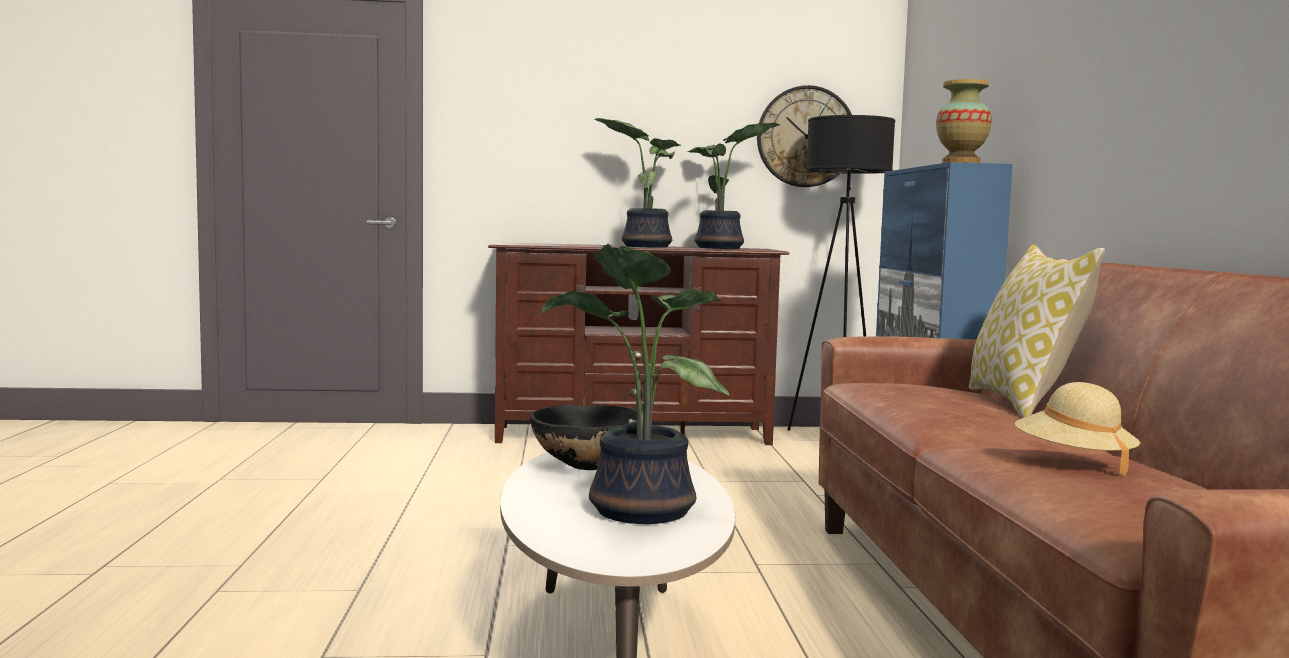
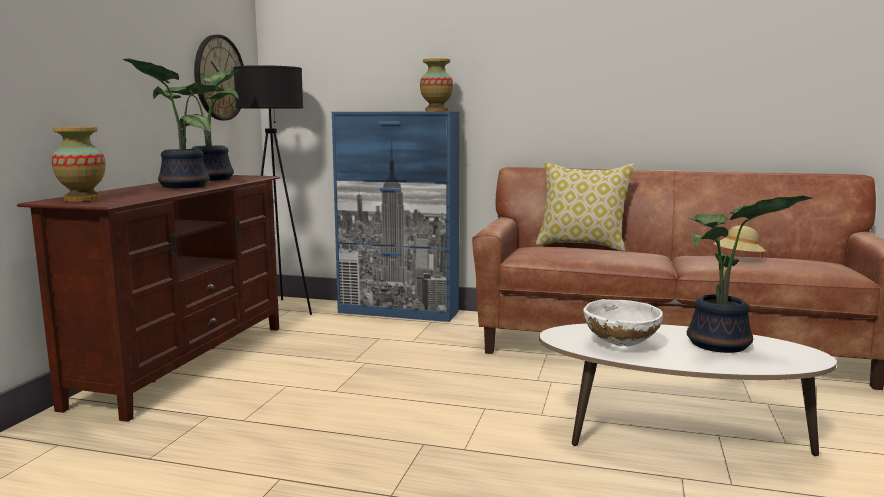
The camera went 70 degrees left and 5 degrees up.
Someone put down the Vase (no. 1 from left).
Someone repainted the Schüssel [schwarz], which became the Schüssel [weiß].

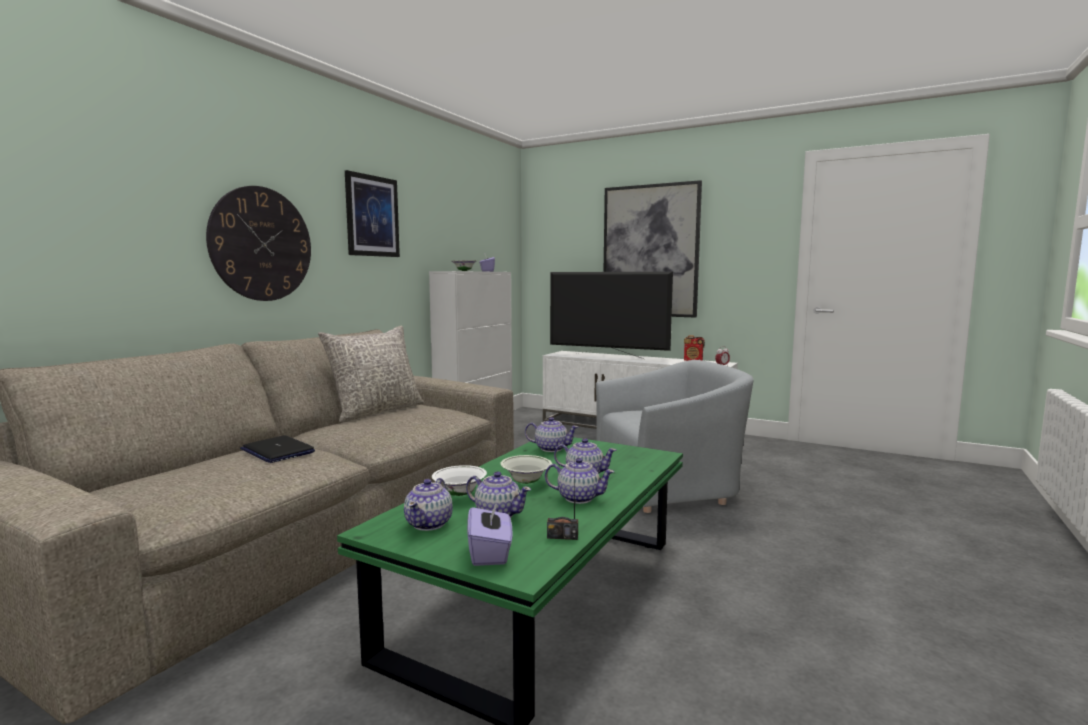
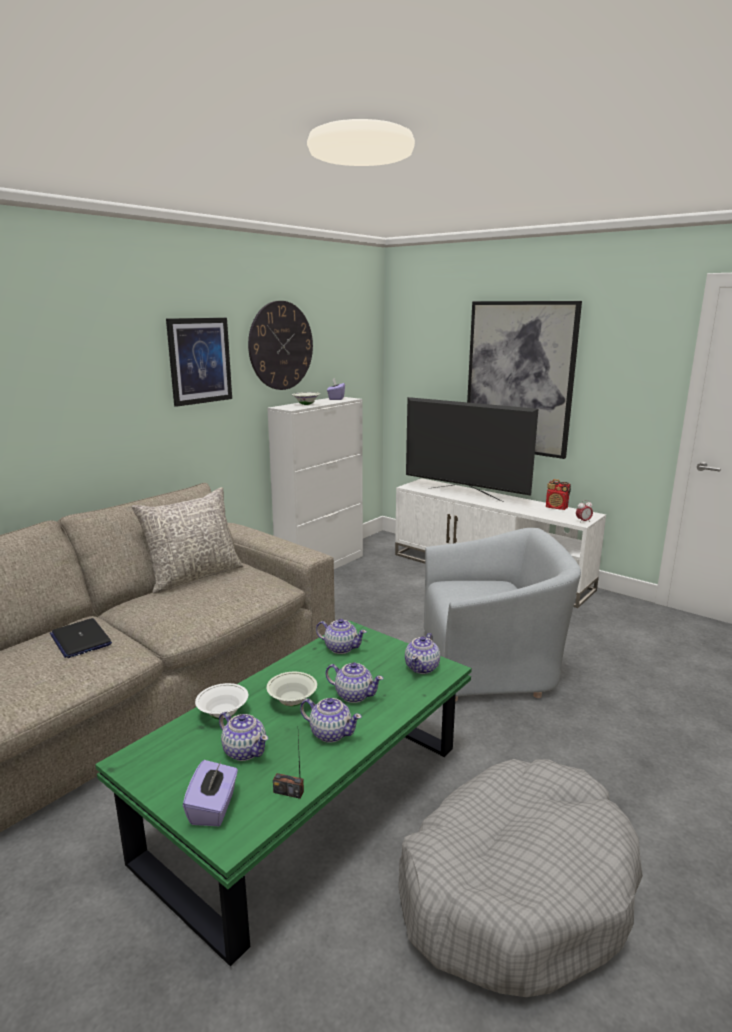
The camera went 10 degrees right and 10 degrees up.
Someone carried the Wanduhr.
Someone put down the Hundebett [grau].
Someone carried the Teekanne (no. 1 from left in the first image).

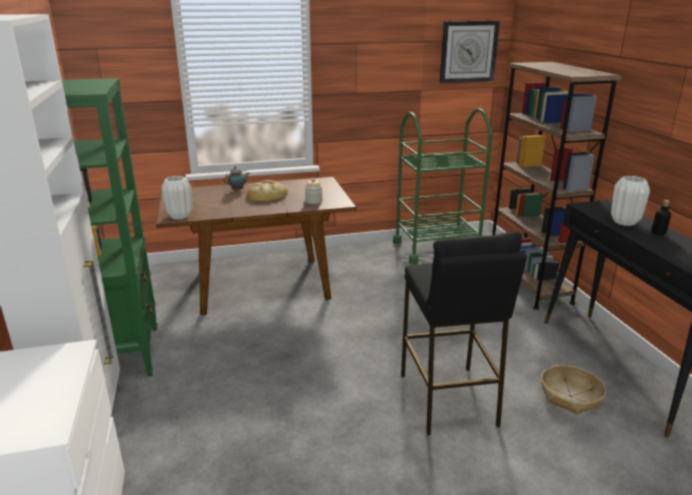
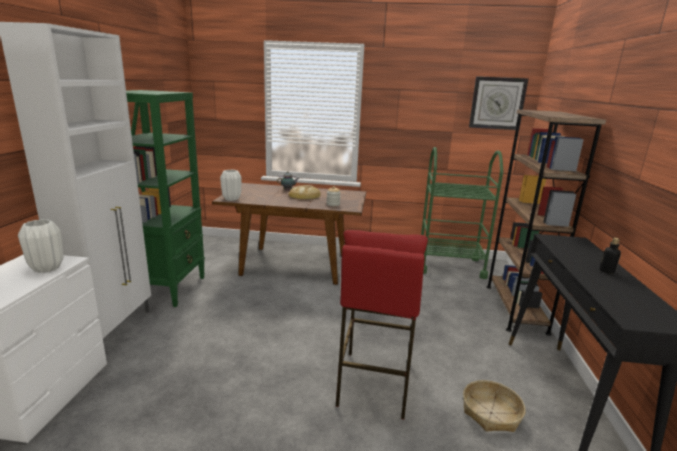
The camera went 20 degrees right and 5 degrees down.
Someone carried the Vase [weiß] (no. 2 from left in the first image).
Someone repainted the Hocker [schwarz], which became the Hocker [rot].

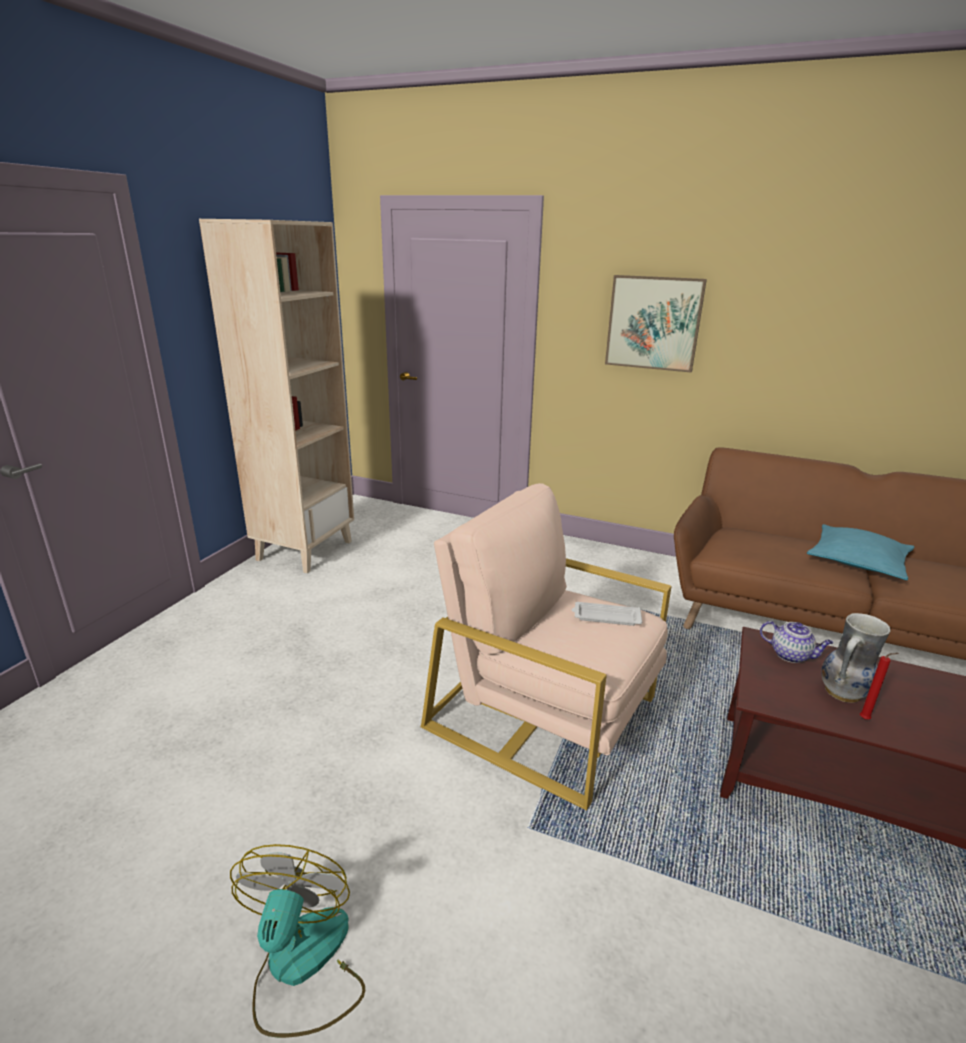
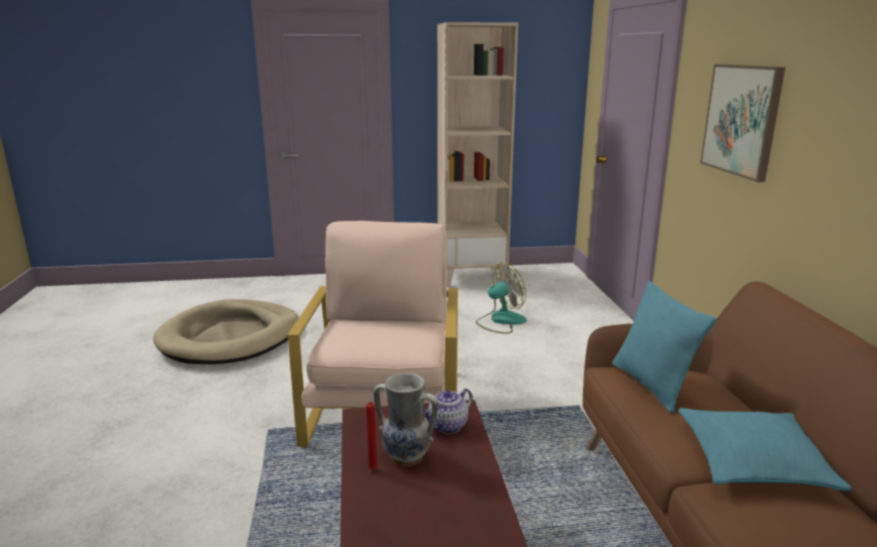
The camera went 60 degrees right and 5 degrees down.
Someone put down the Hundebett [beige].
Someone rotated the Teekanne by 45 degrees clockwise.
Someone carried the Ventilator.
Someone put down the Kissen [türkis] (no. 1 from left).
Someone took away the Tablett [weiß].

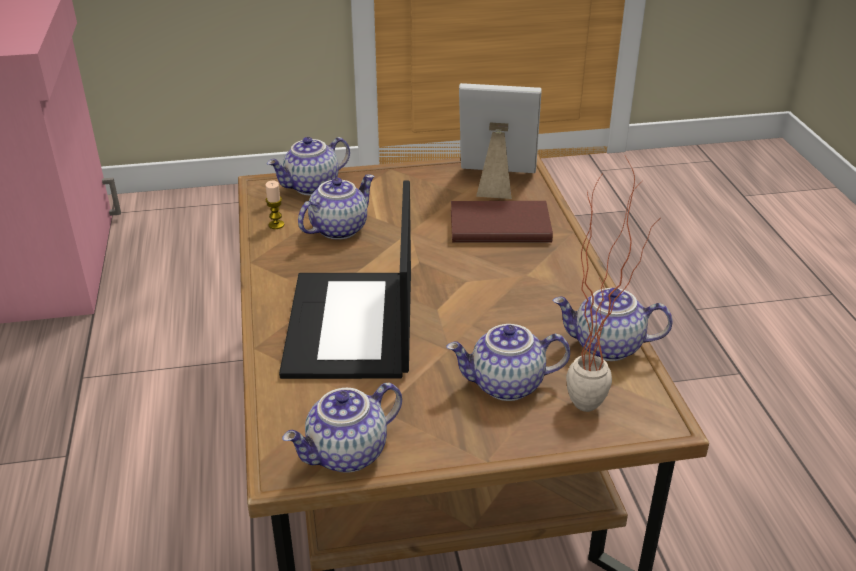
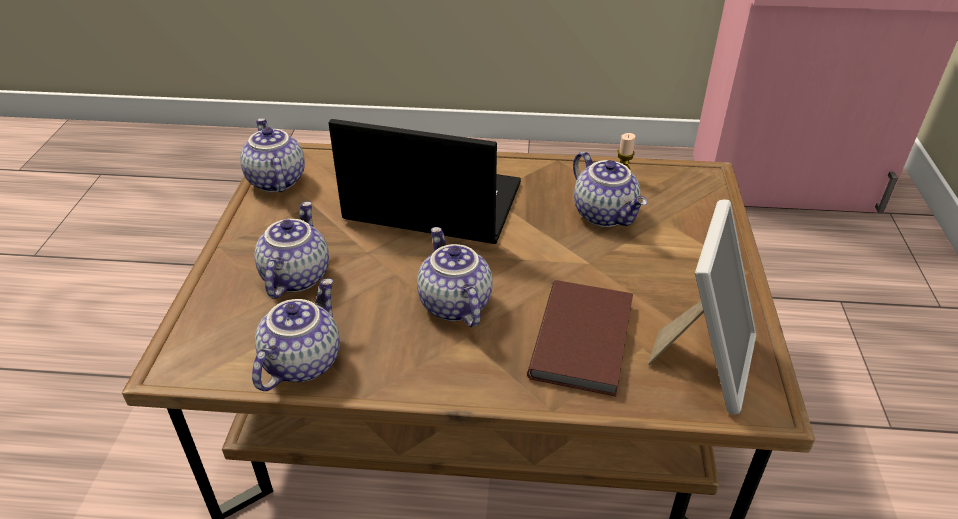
The camera went 105 degrees right and 5 degrees up.
Someone carried the Teekanne (no. 1 from left in the first image).
Someone took away the Topfpflanze.

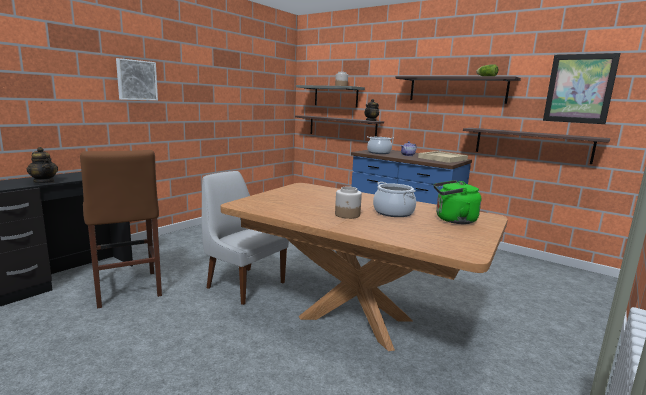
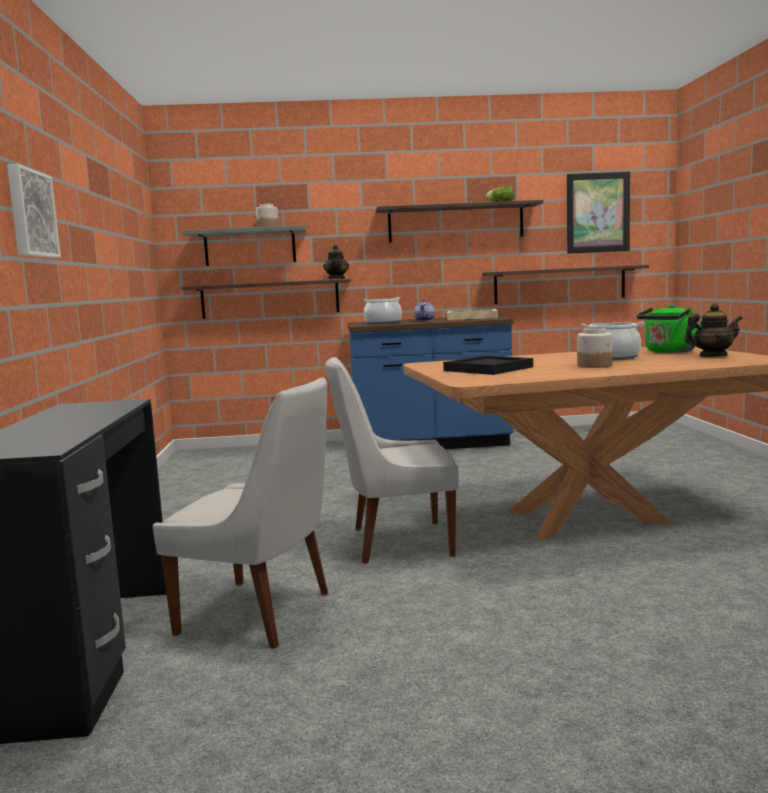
The camera went 40 degrees left and 5 degrees down.
Someone swapped the Hocker [braun] for the Stuhl [weiß] (no. 1 from left).
Someone put down the Tablett [schwarz].
Someone carried the Teekanne (no. 1 from left in the first image).

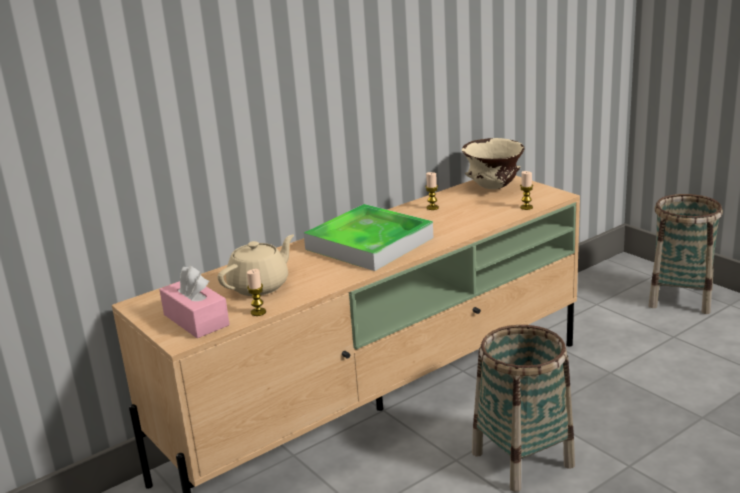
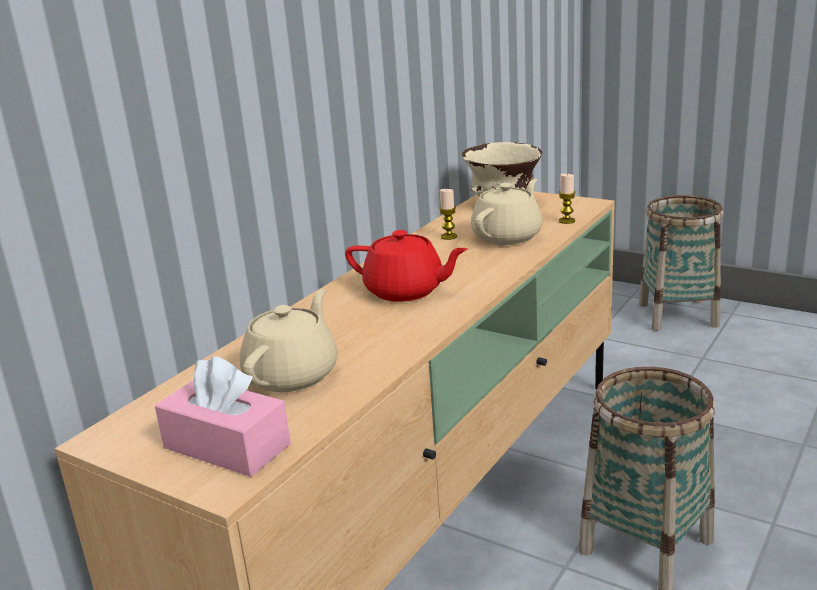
The camera went 20 degrees left and 0 degrees up.
Someone swapped the Tablett for the Teekanne [rot].
Someone put down the Teekanne [beige] (no. 2 from left).
Someone took away the Kerze (no. 1 from left).

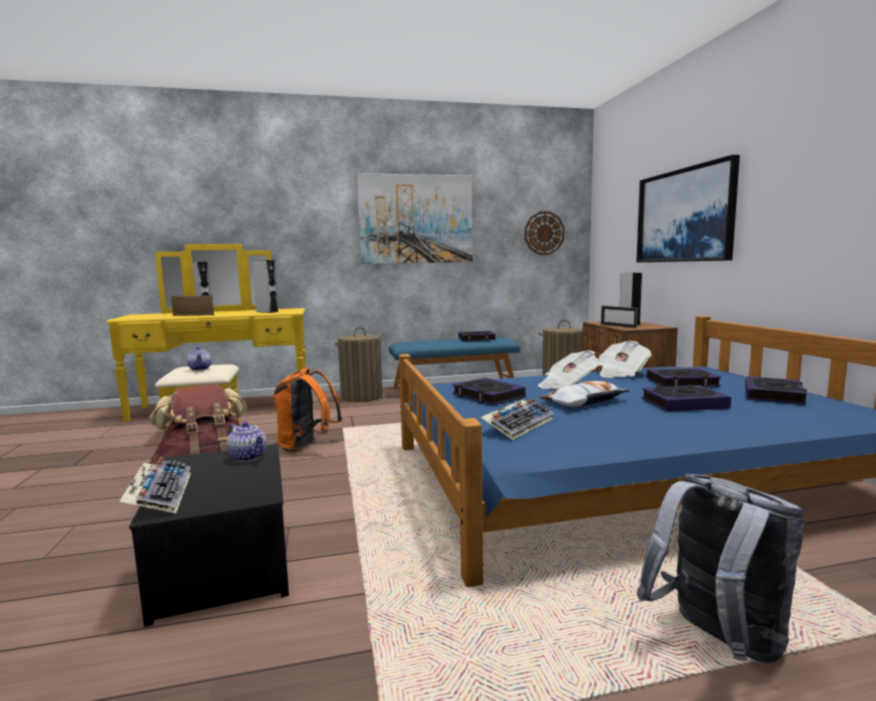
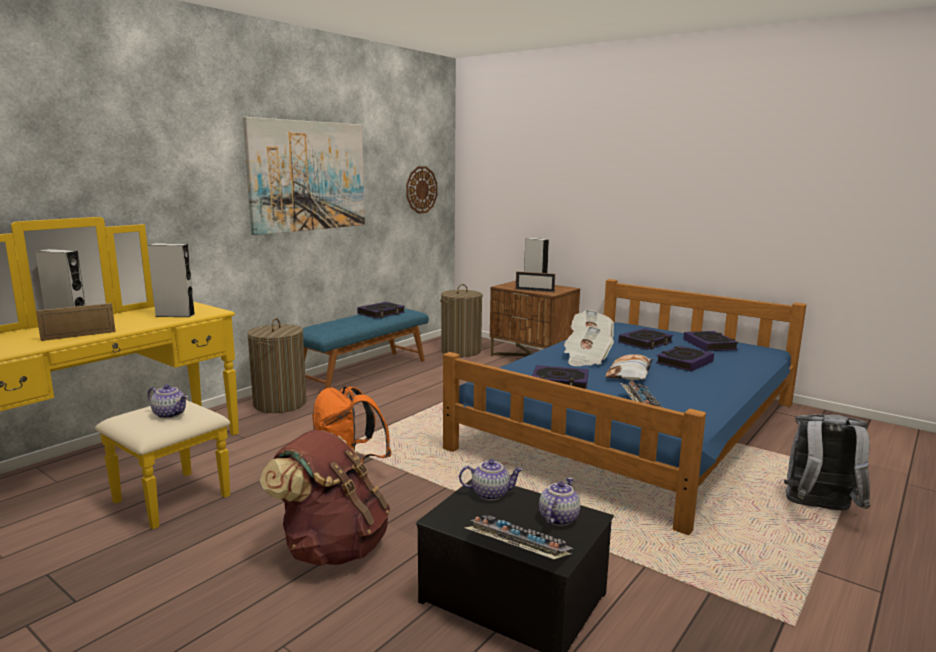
The camera went 40 degrees left and 5 degrees up.
Someone put down the Teekanne (no. 3 from left).
Someone took away the Bild (no. 2 from left).

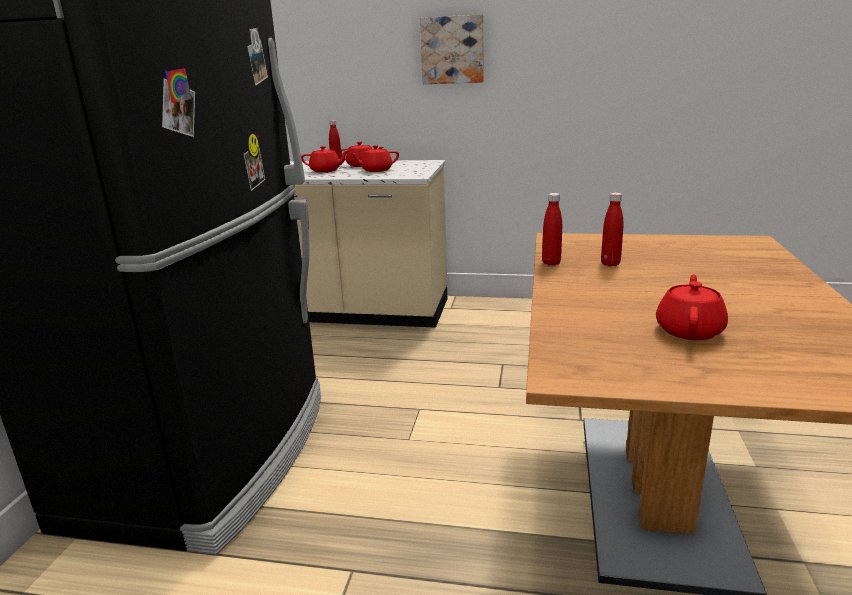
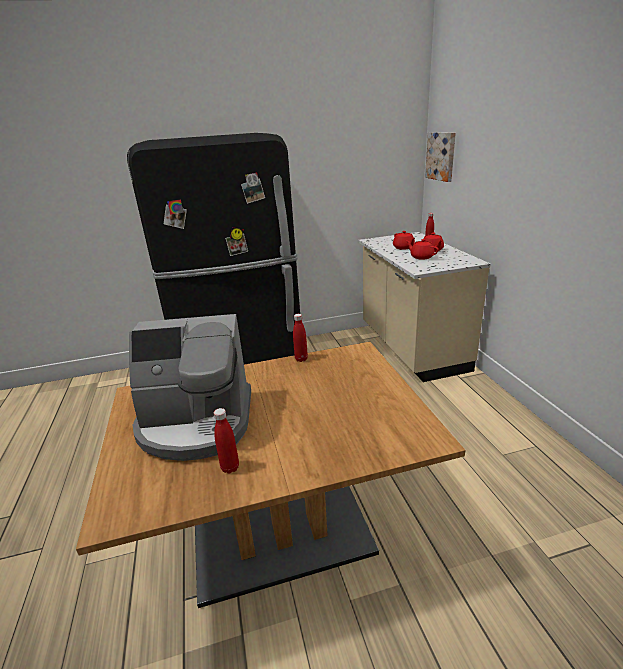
The camera went 65 degrees right and 5 degrees up.
Someone swapped the Teekanne [rot] (no. 4 from left) for the Kaffeemaschine.
Someone carried the Flasche [rot] (no. 3 from left in the first image).
Someone carried the Bild.

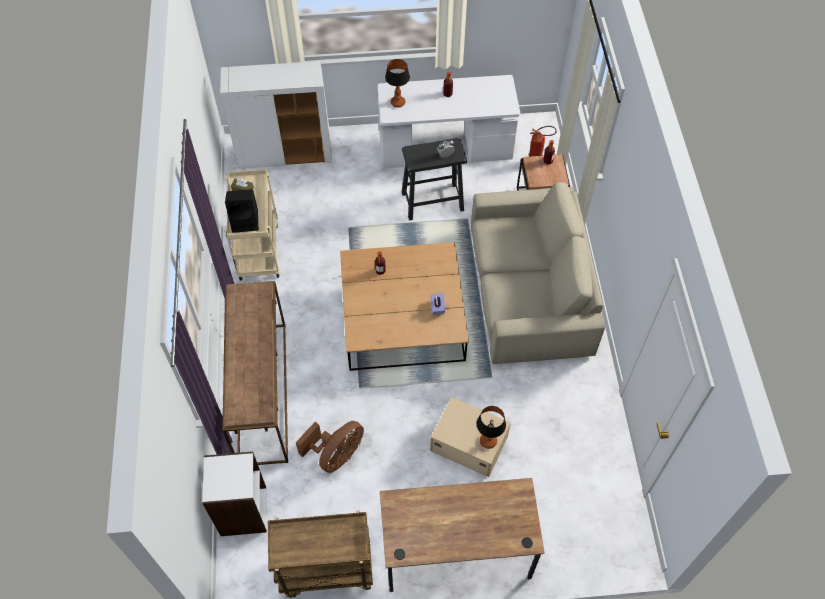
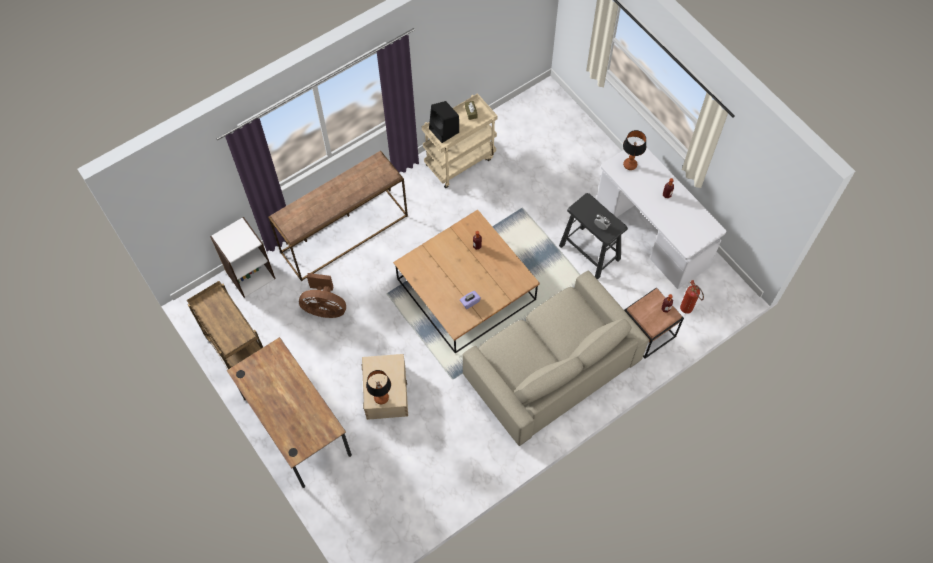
The camera went 60 degrees right and 5 degrees up.
Someone took away the Schrank [weiß].

